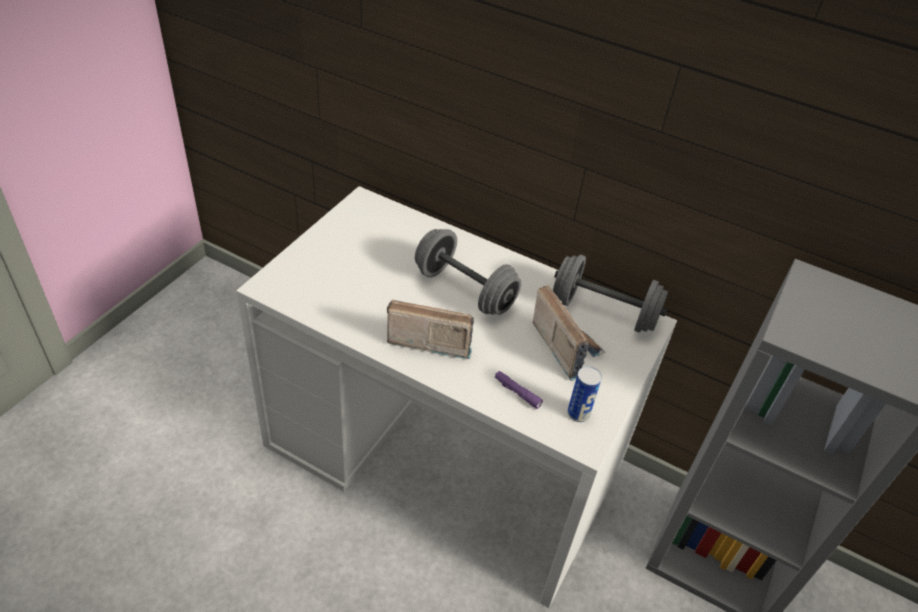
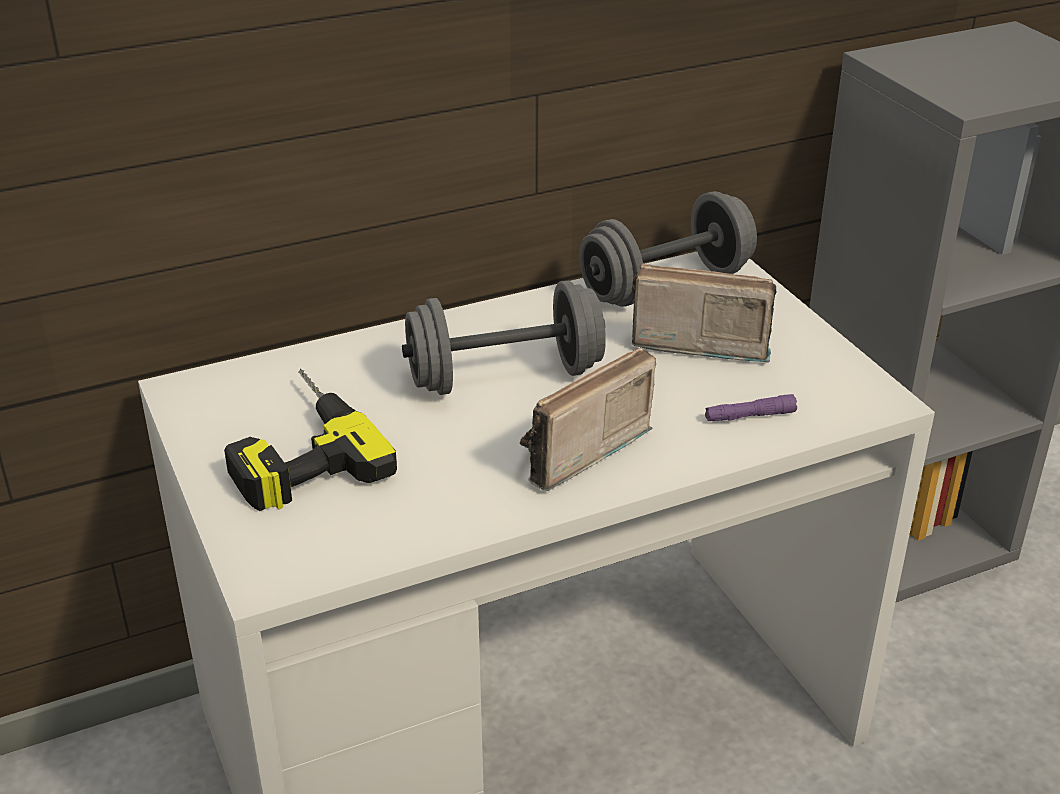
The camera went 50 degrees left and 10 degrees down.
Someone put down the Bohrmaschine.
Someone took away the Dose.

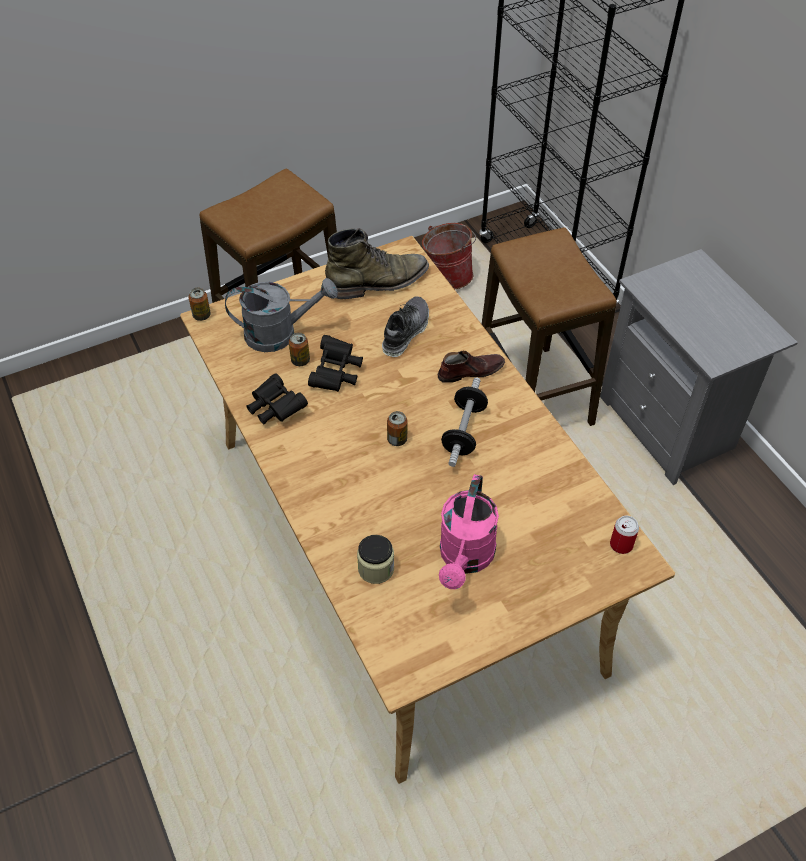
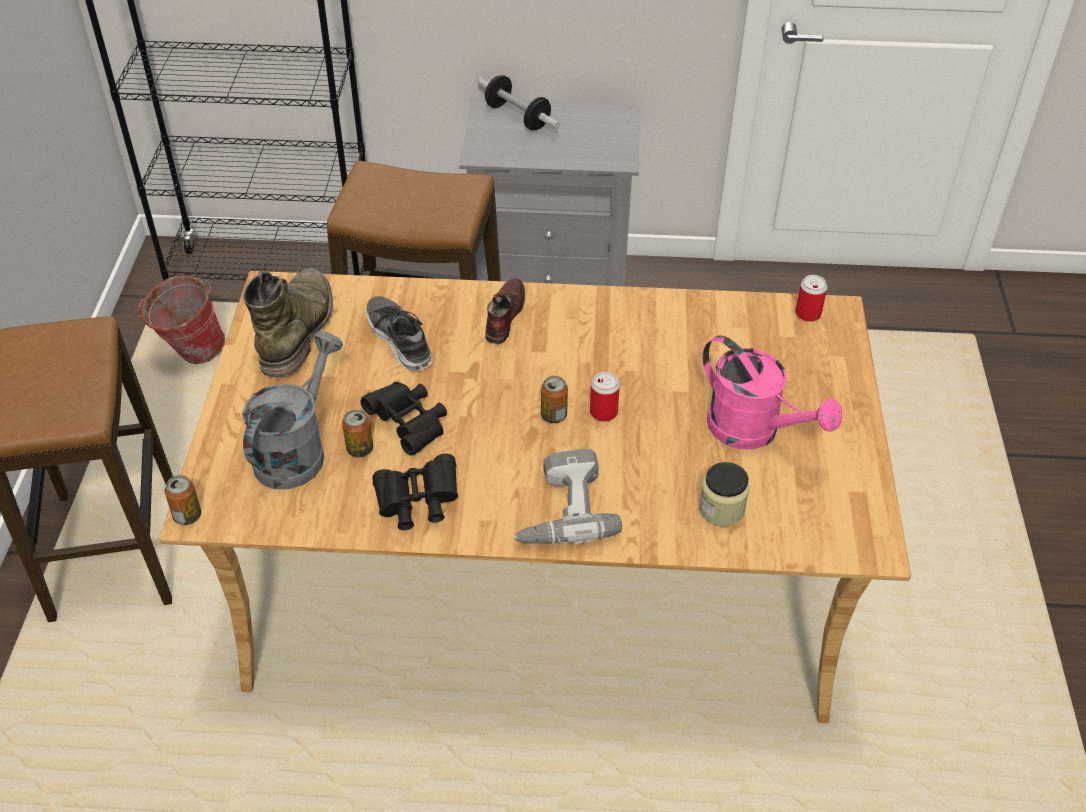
The camera went 60 degrees left and 5 degrees down.
Someone carried the Hantel.
Someone put down the Bohrmaschine.
Someone put down the Dose (no. 4 from left).

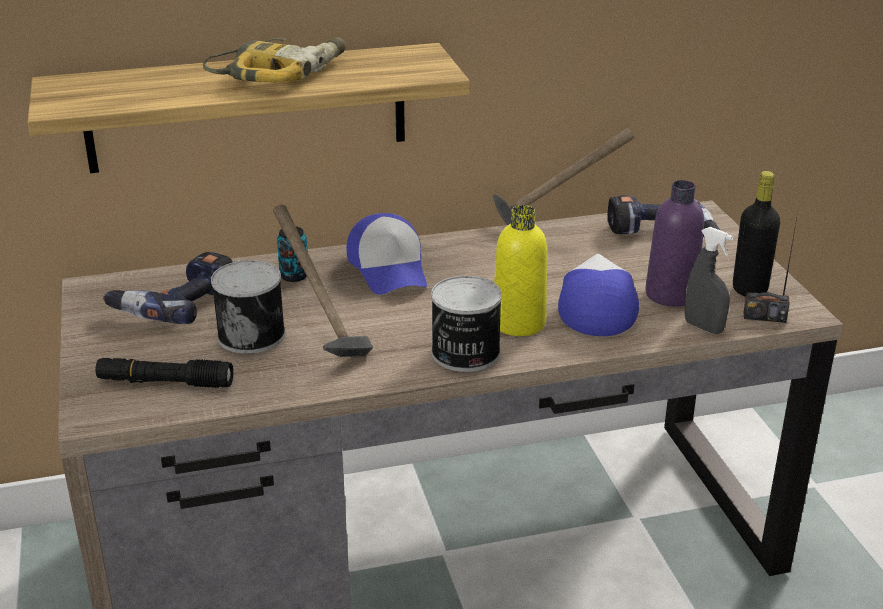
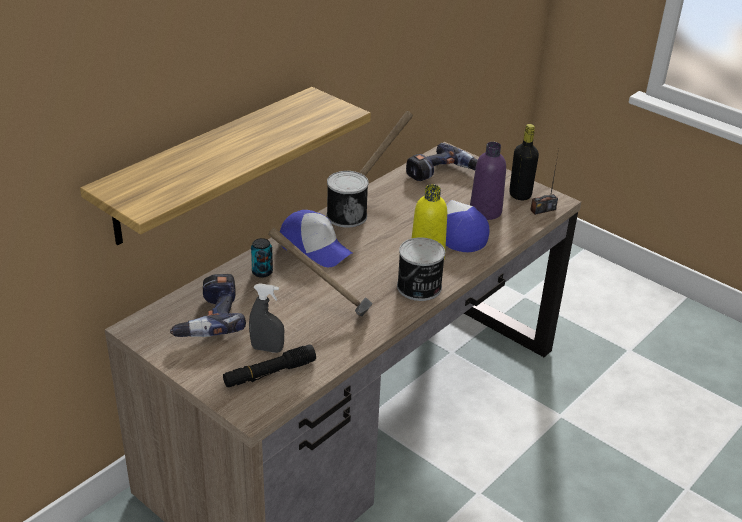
The camera went 35 degrees left and 5 degrees up.
Someone carried the Sprühflasche [grau].
Someone carried the Dose (no. 1 from left in the first image).
Someone took away the Bohrmaschine (no. 2 from left).

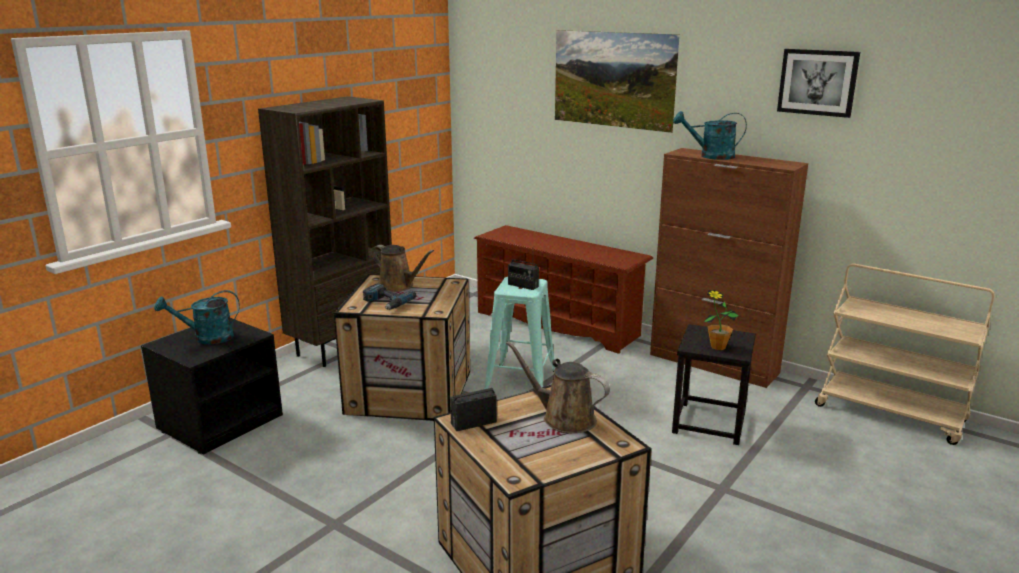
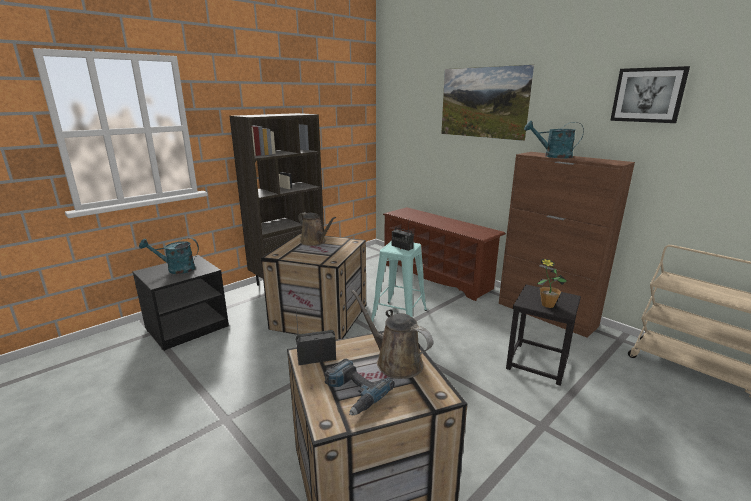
The camera went 10 degrees right and 0 degrees up.
Someone carried the Bohrmaschine.

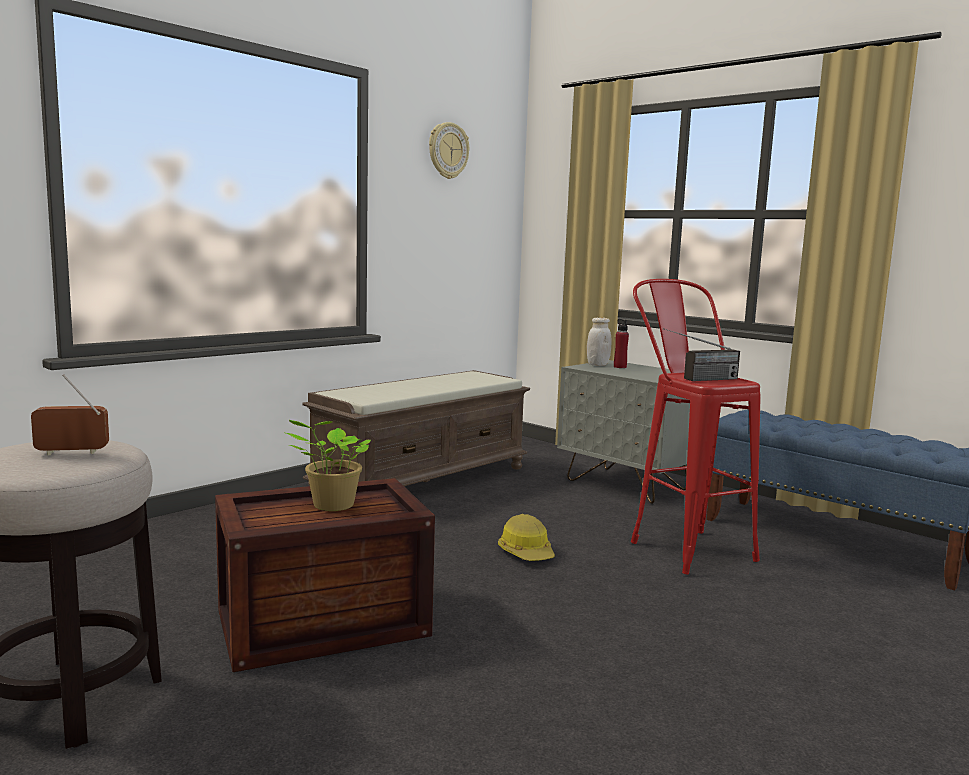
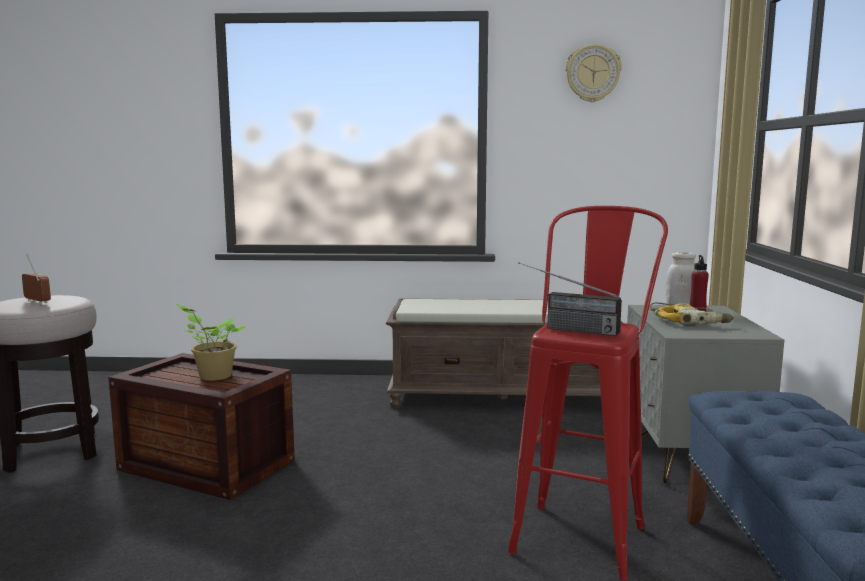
The camera went 50 degrees right and 0 degrees up.
Someone put down the Bohrmaschine.
Someone took away the Schutzhelm.

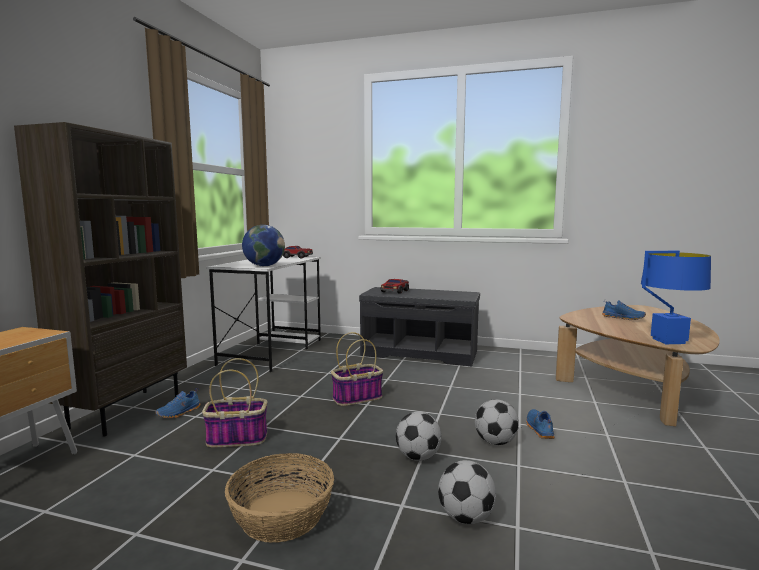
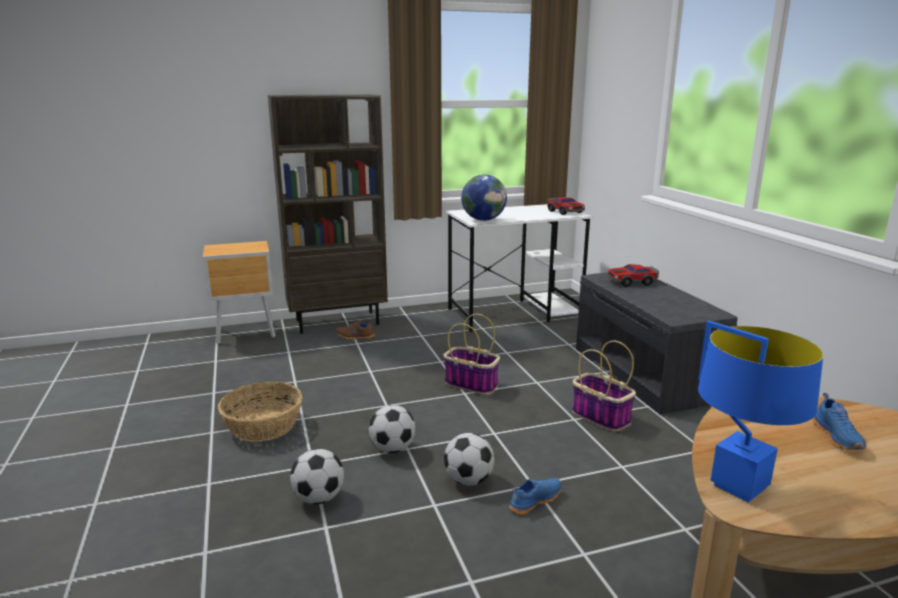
The camera went 55 degrees right and 10 degrees up.
Someone repainted the Schuh [blau] (no. 1 from left), which became the Schuh [braun].
Someone carried the Korb (no. 1 from left in the first image).

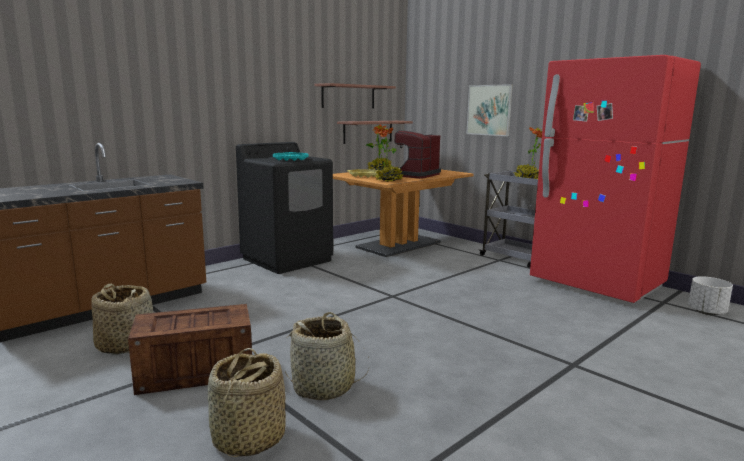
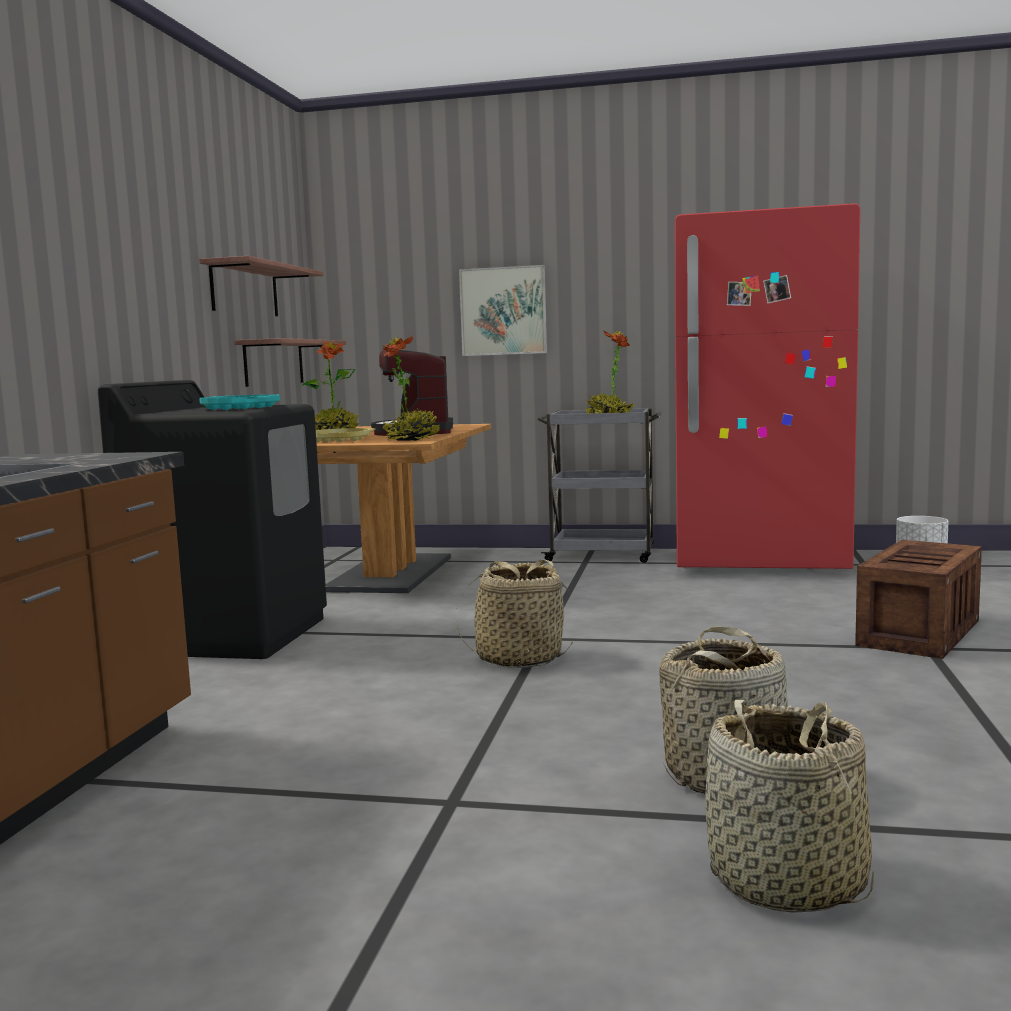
The camera went 35 degrees left and 5 degrees down.
Someone carried the Korb (no. 1 from left).
Someone carried the Kiste.

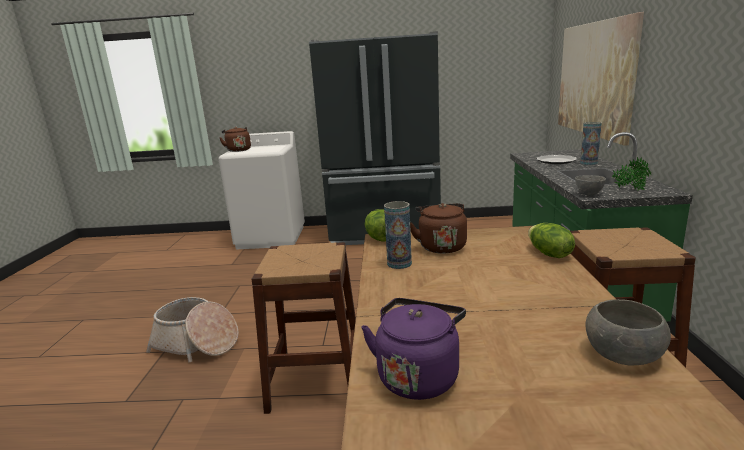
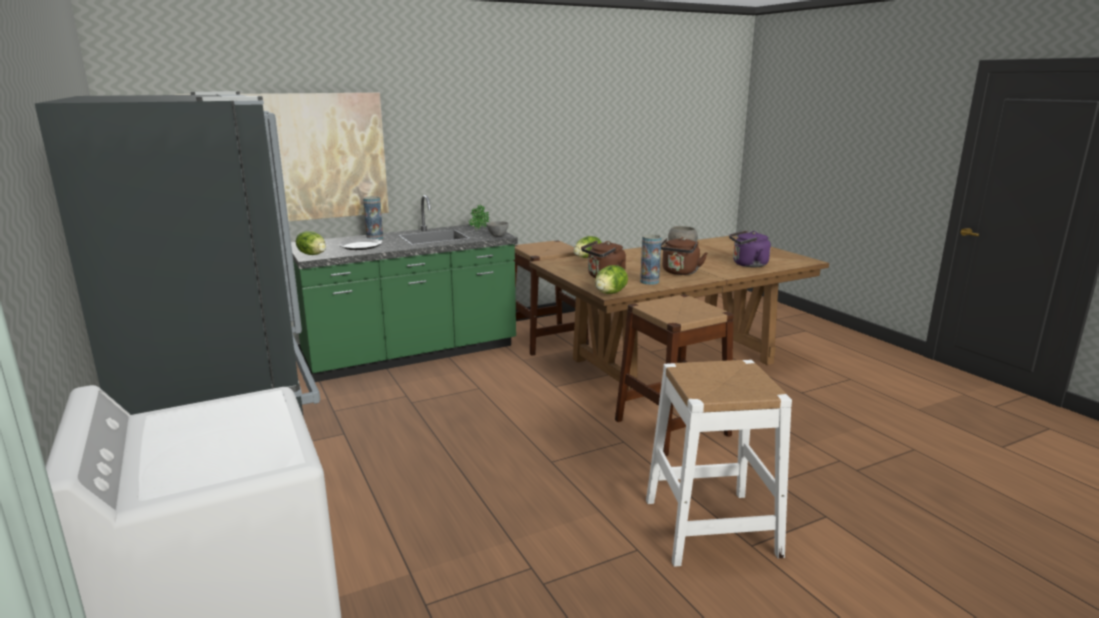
The camera went 120 degrees left and 0 degrees up.
Someone put down the Salatkopf (no. 1 from left).
Someone swapped the Korb for the Hocker [weiß].
Someone carried the Wasserkessel [braun] (no. 1 from left in the first image).

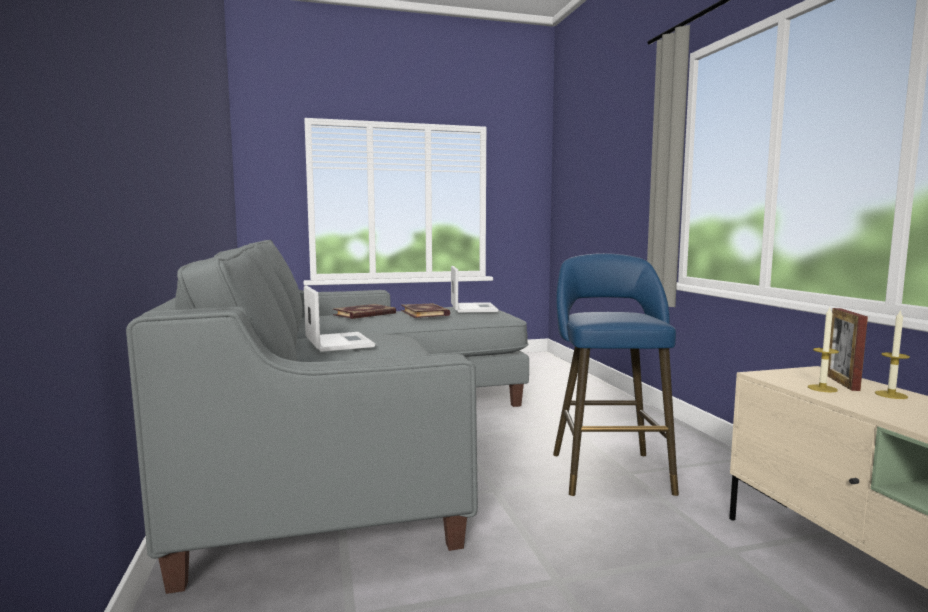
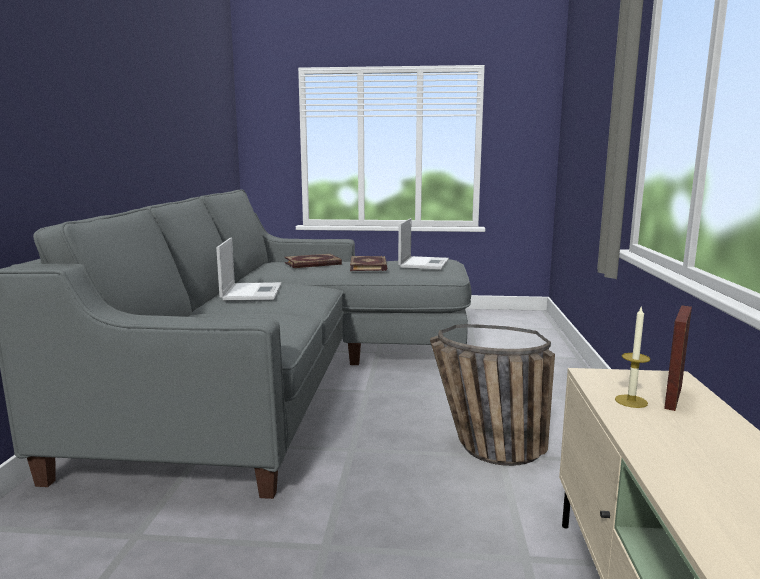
The camera went 20 degrees right and 5 degrees up.
Someone swapped the Hocker [blau] for the Korb.
Someone took away the Kerze (no. 2 from left).

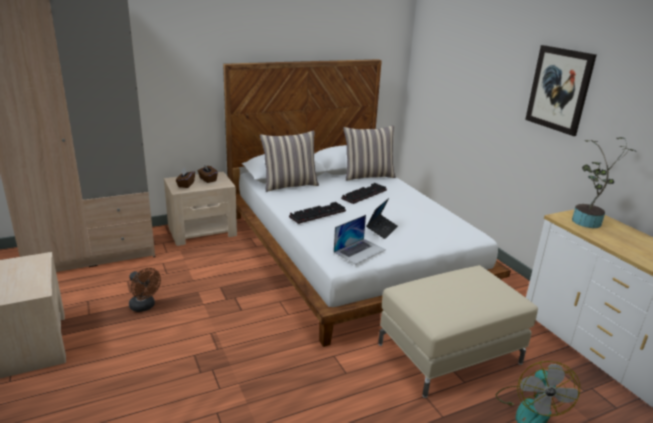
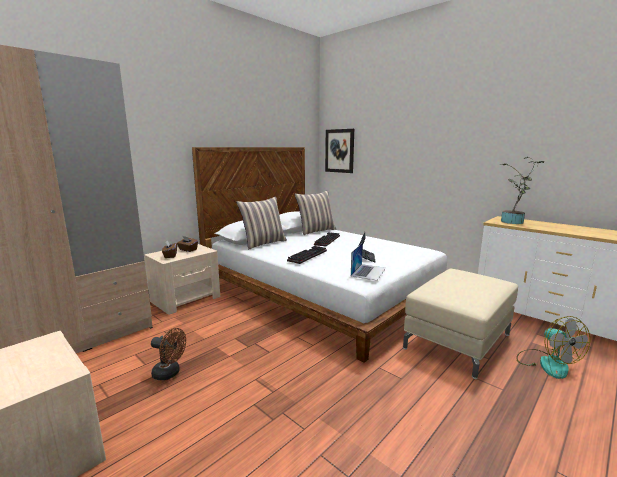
The camera went 20 degrees left and 10 degrees down.
Someone carried the Bild.

